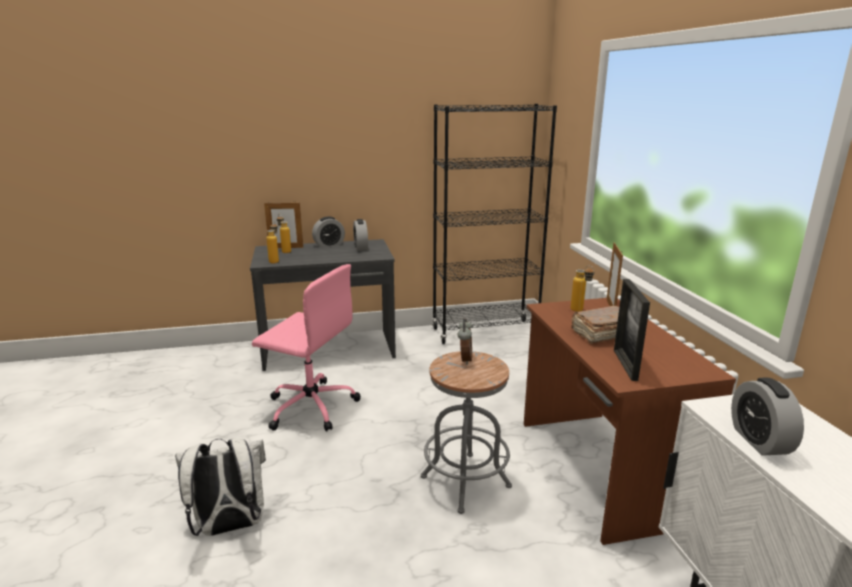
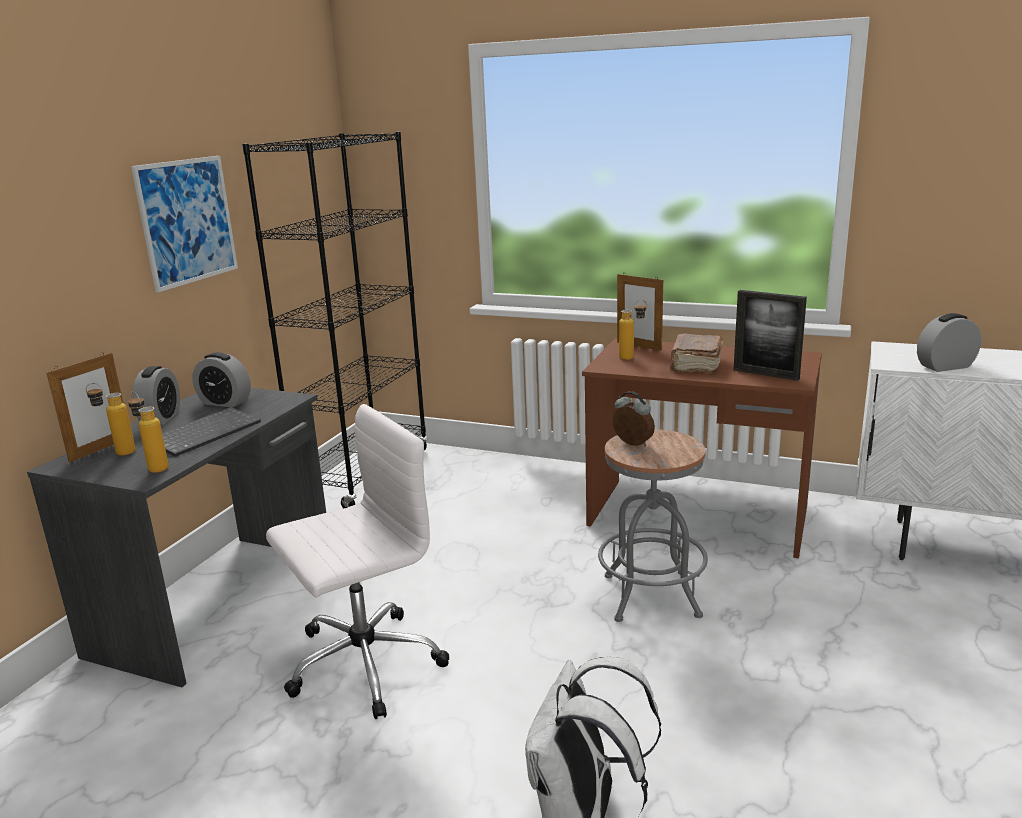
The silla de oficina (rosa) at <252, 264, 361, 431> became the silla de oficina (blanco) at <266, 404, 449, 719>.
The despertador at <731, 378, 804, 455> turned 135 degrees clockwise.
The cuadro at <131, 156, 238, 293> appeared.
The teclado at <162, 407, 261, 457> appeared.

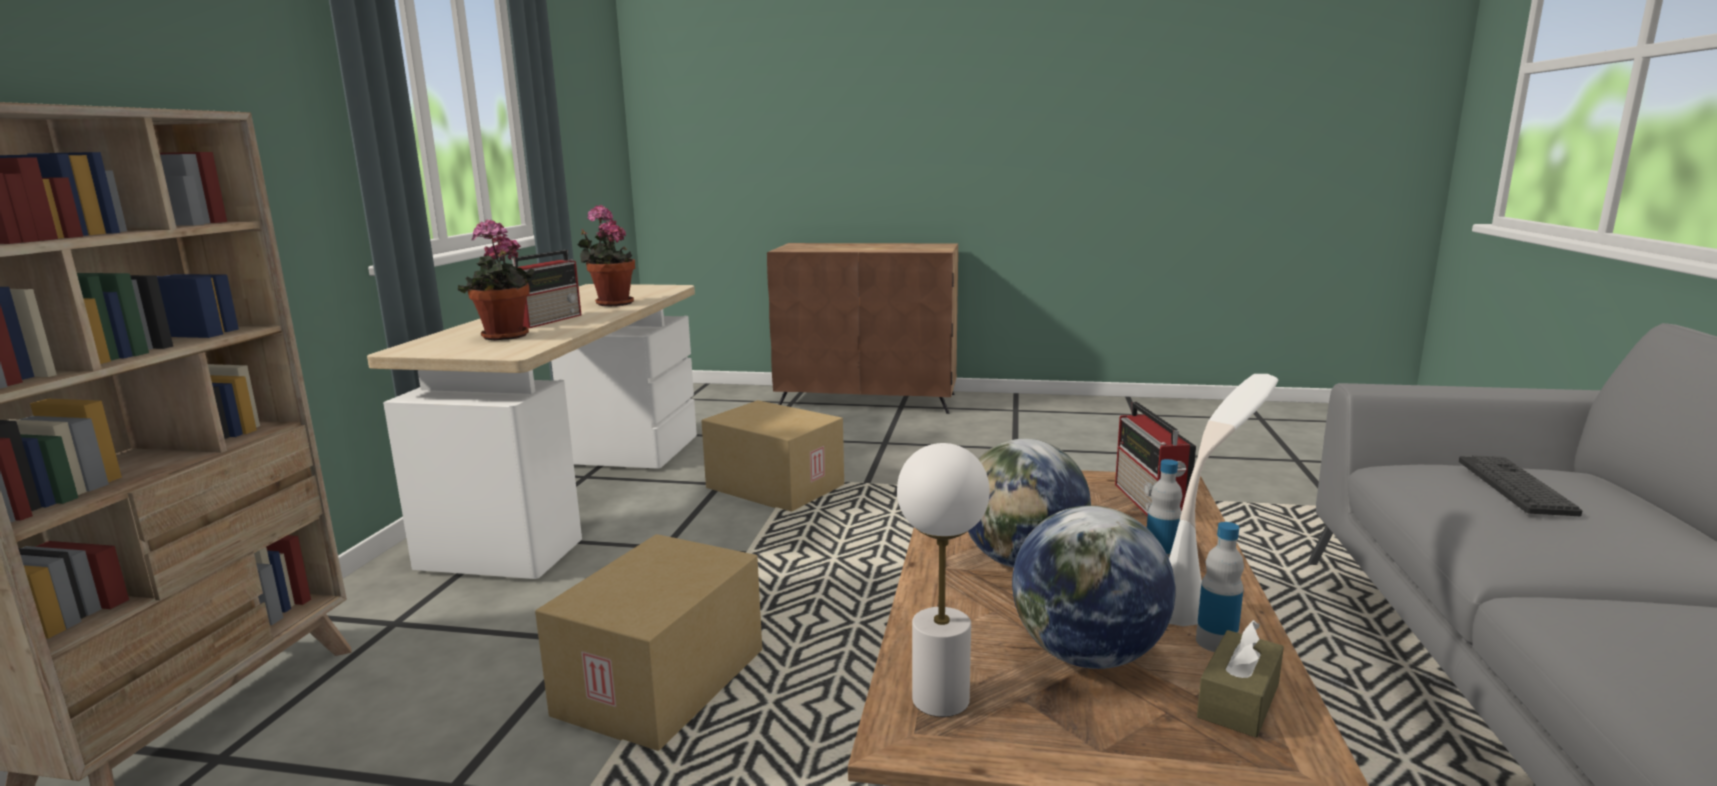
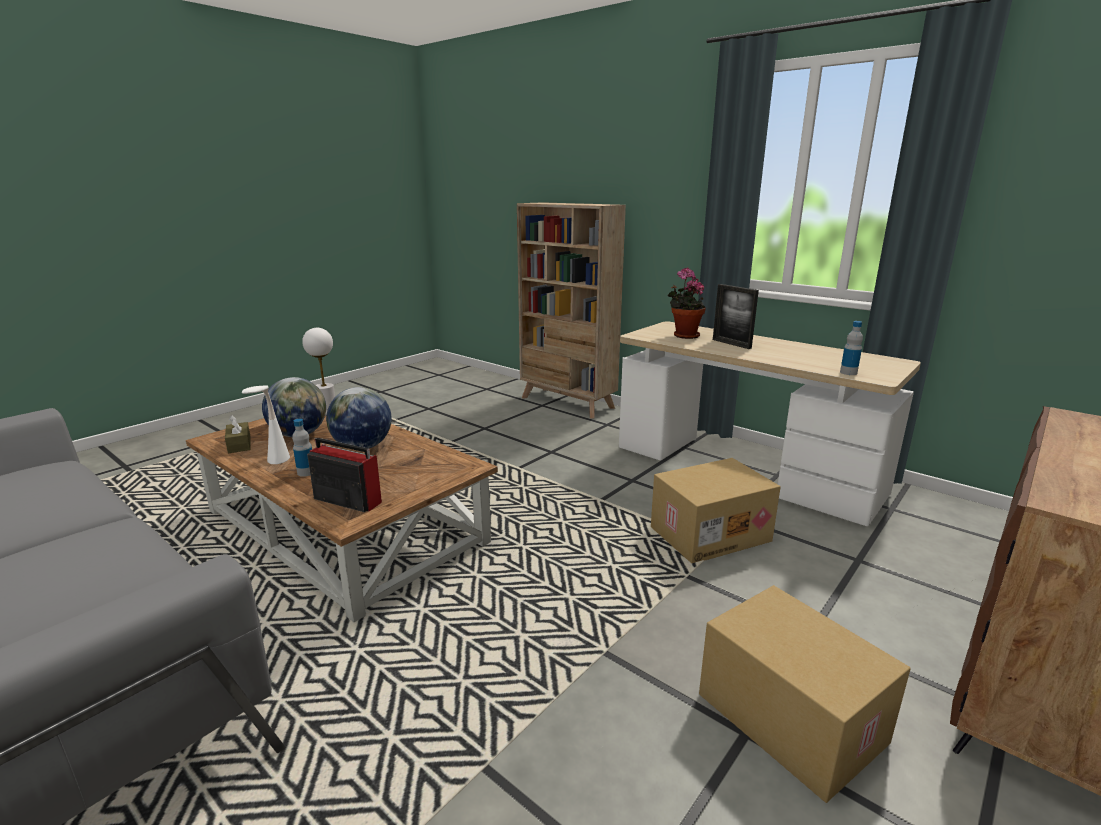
The planta en maceta at <578, 205, 635, 306> disappeared.
The radio at <512, 250, 581, 328> was replaced by the portarretratos at <713, 284, 759, 349>.
The teclado at <1459, 455, 1583, 516> disappeared.
The botella moved from <1196, 522, 1244, 652> to <840, 321, 863, 375>.
The caja de cartón moved from <535, 534, 762, 751> to <699, 585, 911, 803>.

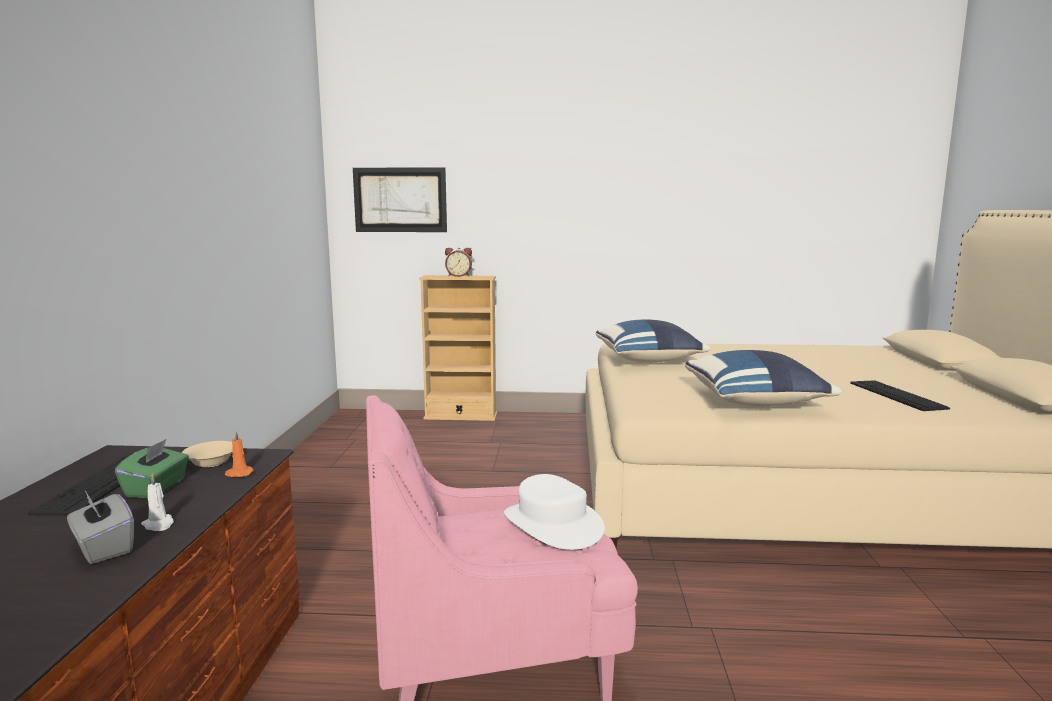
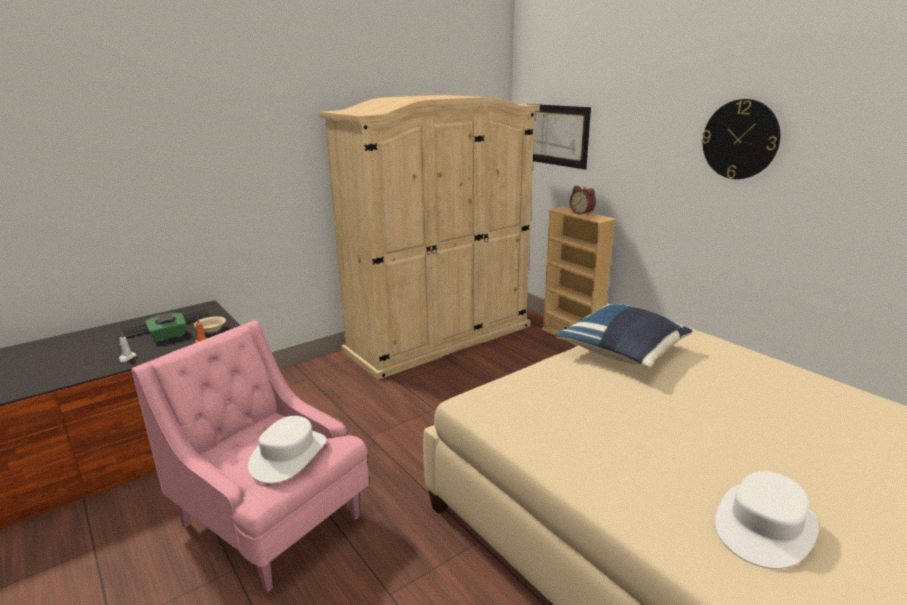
The cojín (azul) at <685, 350, 842, 406> disappeared.
The teclado at <850, 380, 950, 411> was replaced by the sombrero (blanco) at <715, 471, 819, 569>.
The caja de pañuelos (gris) at <67, 491, 134, 564> disappeared.
The armario ropero (beis) at <319, 95, 540, 380> appeared.
The reloj de pared at <702, 99, 780, 179> appeared.

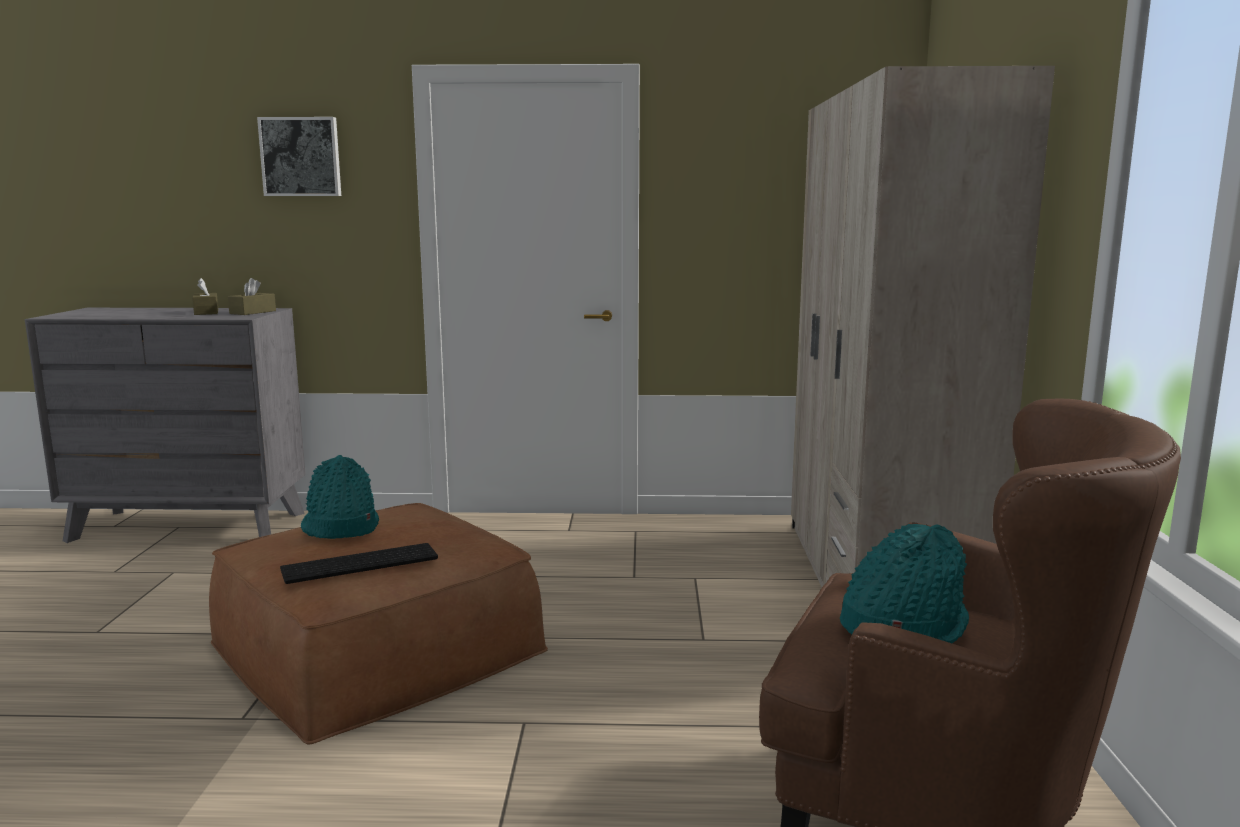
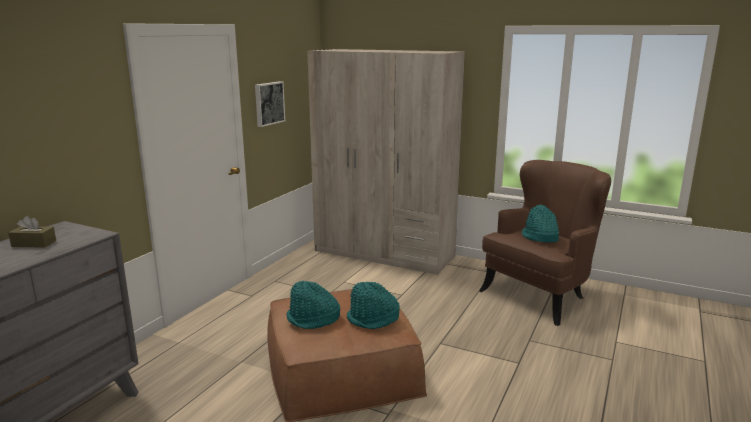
The cuadro moved from <257, 117, 341, 196> to <255, 81, 285, 127>.
The caja de pañuelos (marrón) at <228, 278, 276, 315> disappeared.
The teclado at <280, 543, 438, 584> was replaced by the sombrero (turquesa) at <347, 282, 400, 329>.

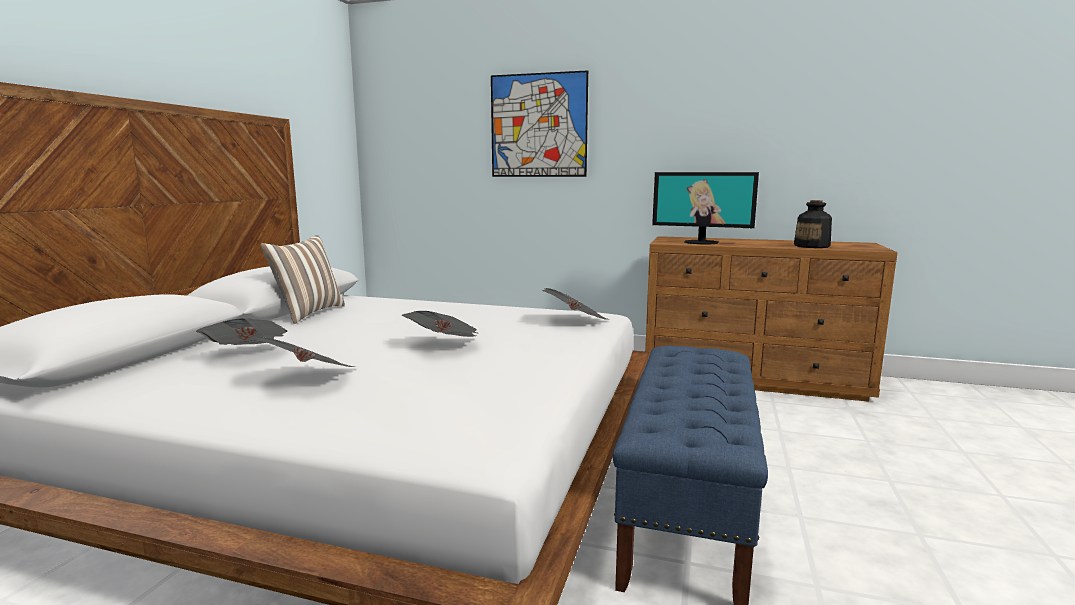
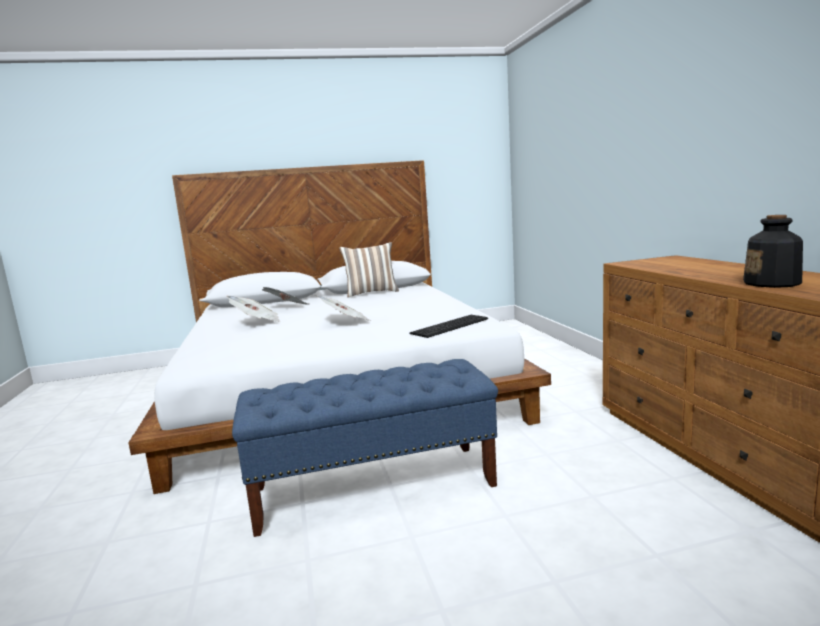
The cuadro at <491, 70, 588, 177> disappeared.
The monitor at <652, 172, 759, 244> disappeared.
The periódico at <542, 288, 609, 320> was replaced by the teclado at <410, 315, 488, 338>.

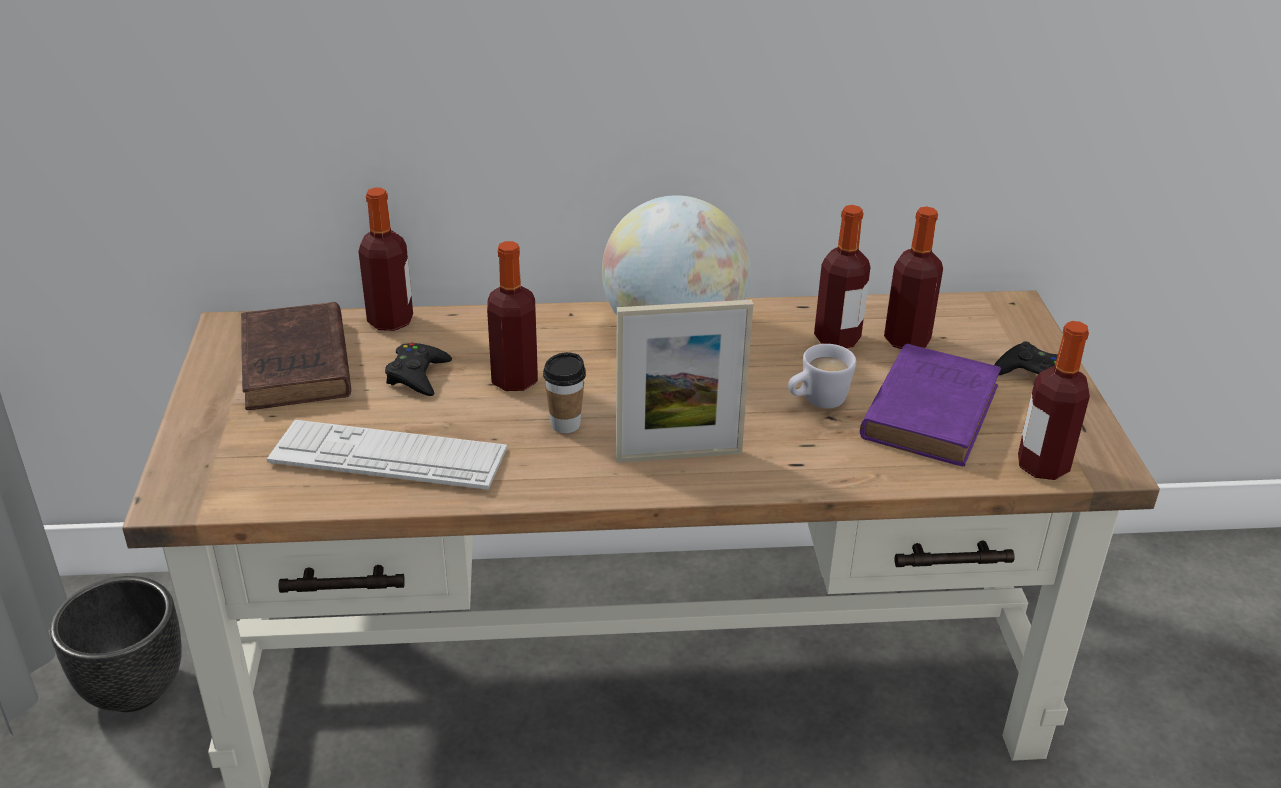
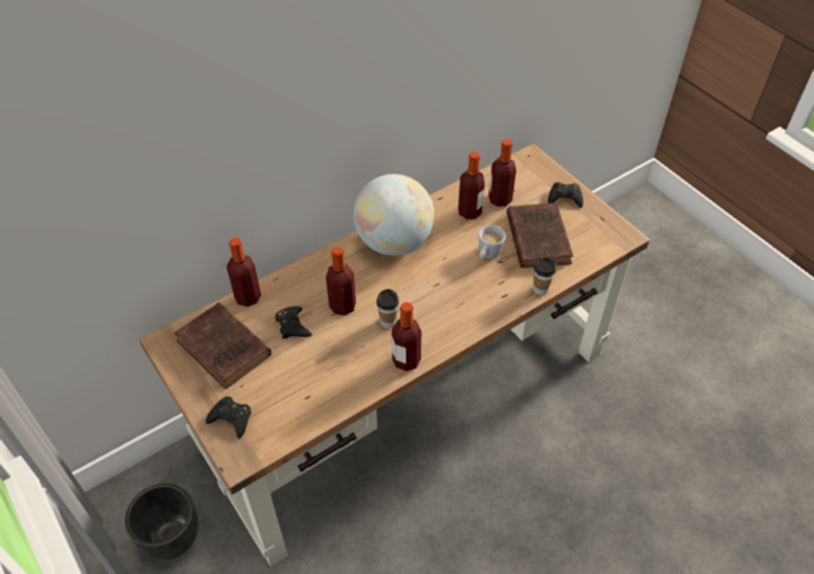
The portarretratos at <616, 300, 753, 463> disappeared.
The botella moved from <1018, 321, 1090, 480> to <392, 302, 421, 371>.
The libro (morado) at <860, 344, 1001, 466> became the libro (marrón) at <507, 203, 573, 268>.
The teclado at <267, 420, 507, 490> disappeared.
The taza at <533, 257, 556, 295> appeared.
The mando de consola (negro) at <206, 396, 251, 439> appeared.

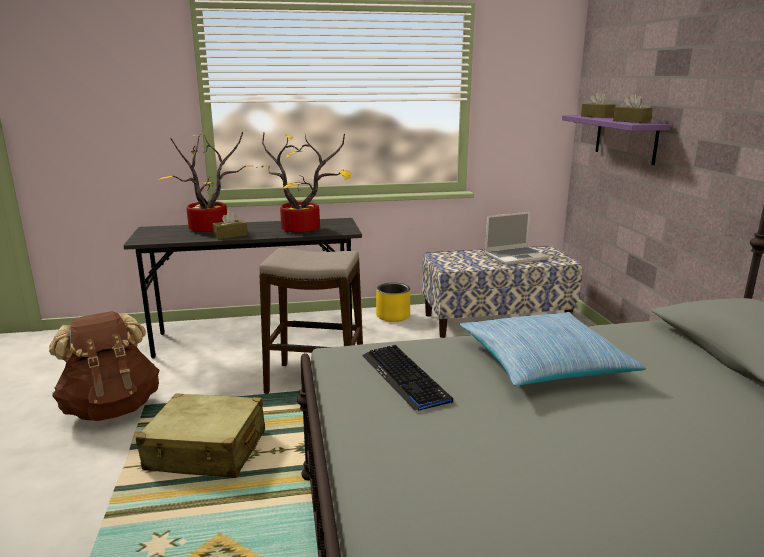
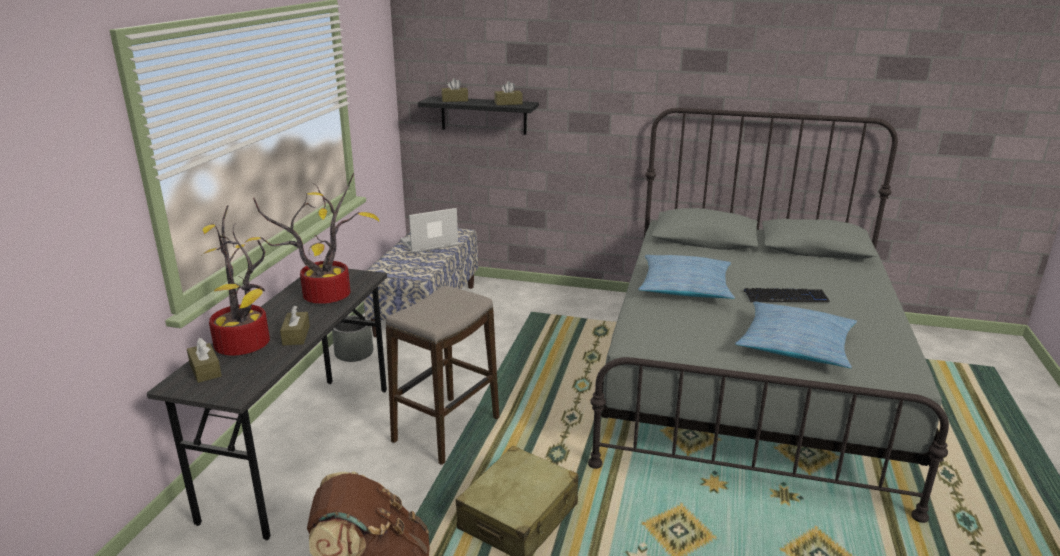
The estante (morado) at <562, 115, 671, 165> became the estante (negro) at <418, 96, 539, 135>.
The portátil at <485, 212, 549, 265> turned 120 degrees counterclockwise.
The maceta (amarillo) at <376, 283, 410, 322> became the maceta (gris) at <332, 315, 373, 362>.
The teclado moved from <362, 345, 453, 410> to <744, 288, 830, 302>.
The cojín at <735, 302, 857, 368> appeared.
The caja de pañuelos (marrón) at <187, 338, 222, 383> appeared.

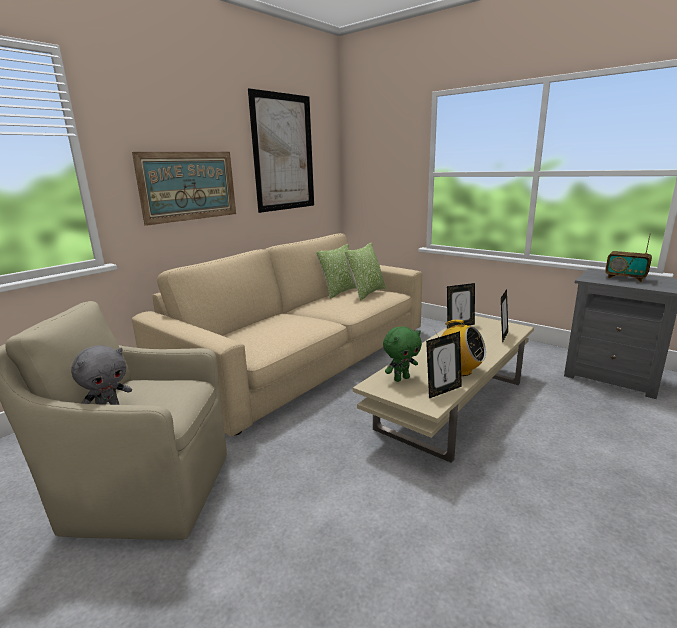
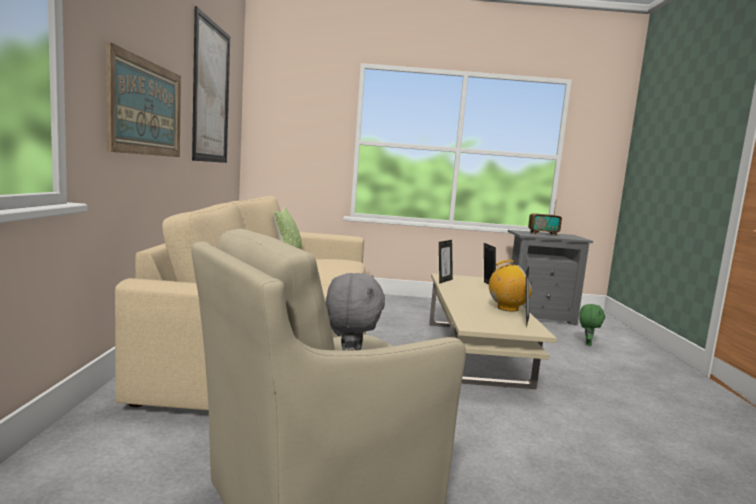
The cojín at <344, 242, 386, 301> disappeared.
The peluche (verde) moved from <383, 326, 422, 382> to <579, 304, 605, 346>.

